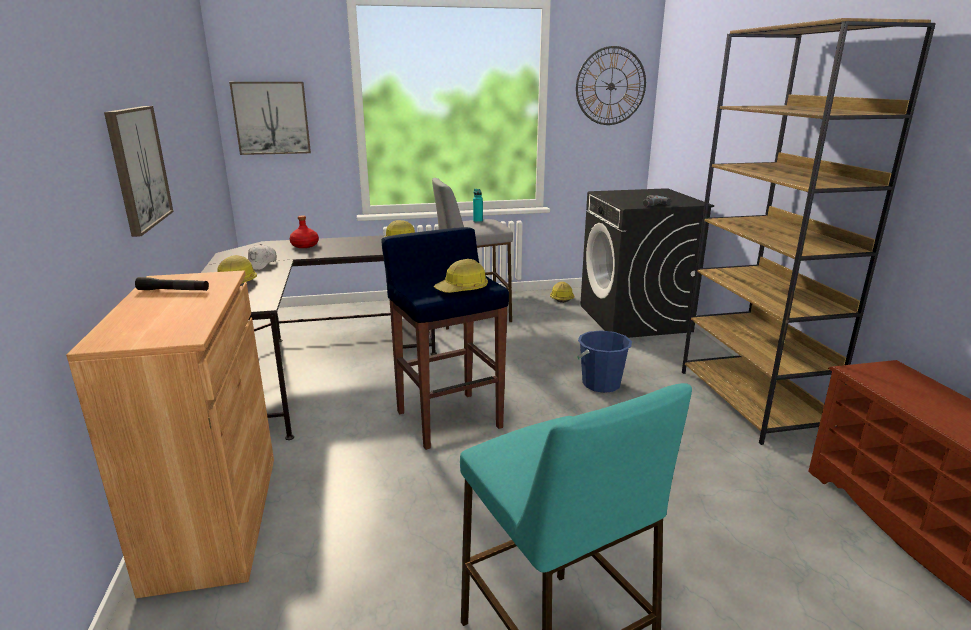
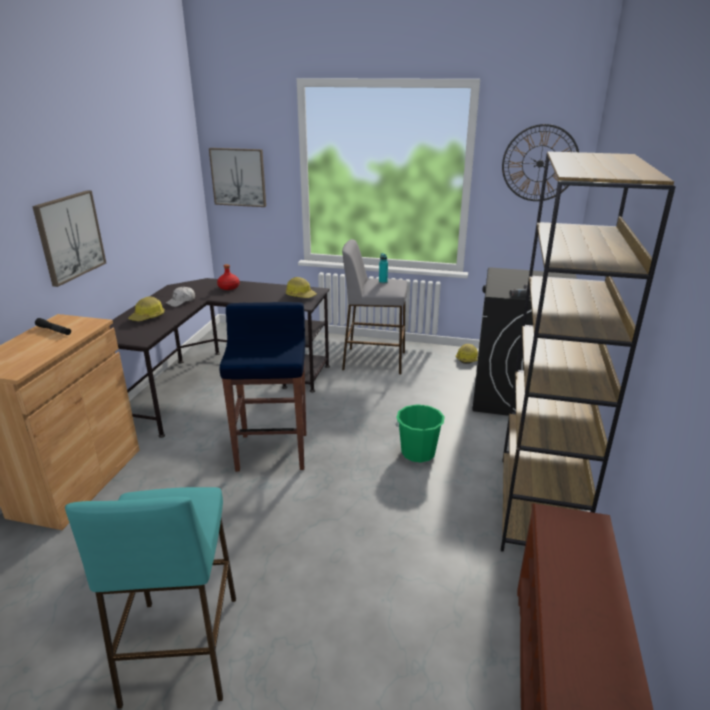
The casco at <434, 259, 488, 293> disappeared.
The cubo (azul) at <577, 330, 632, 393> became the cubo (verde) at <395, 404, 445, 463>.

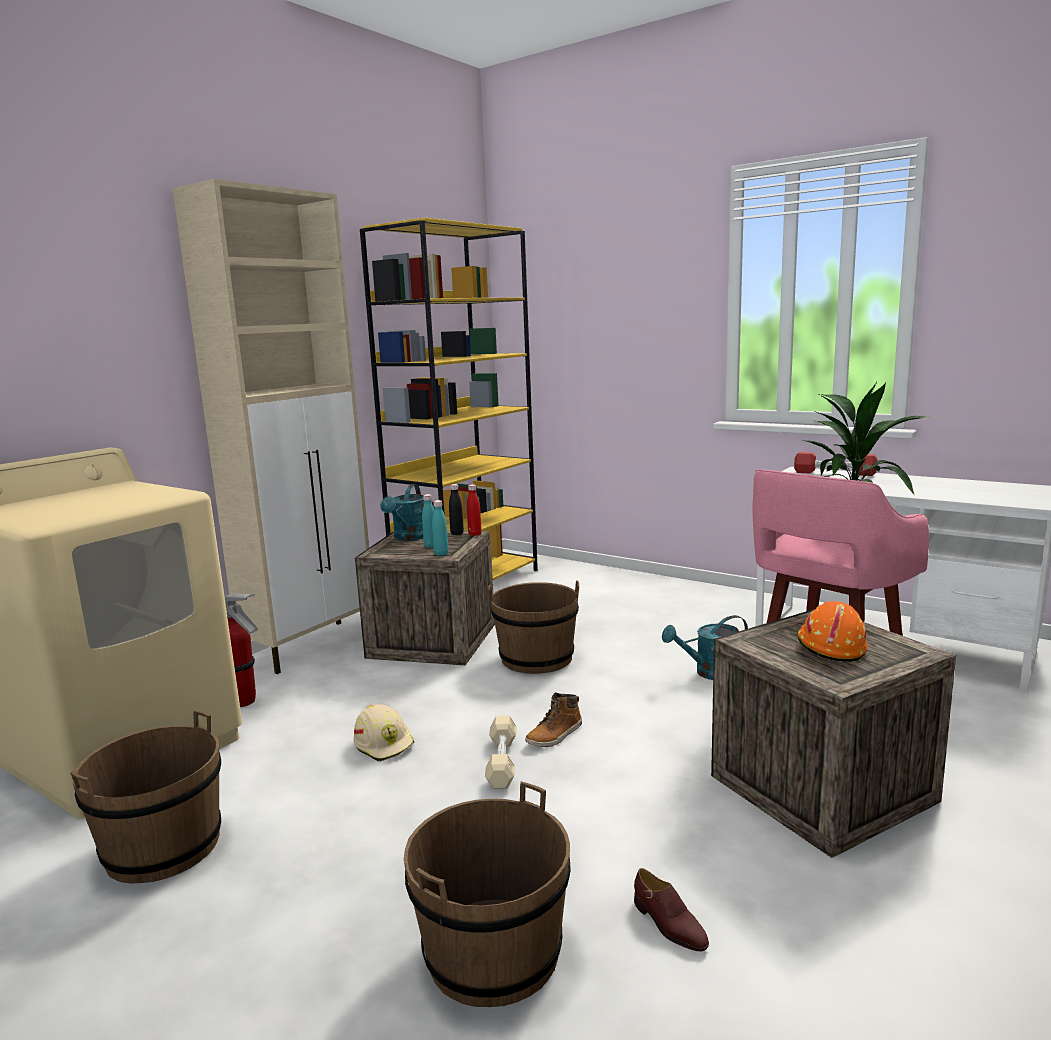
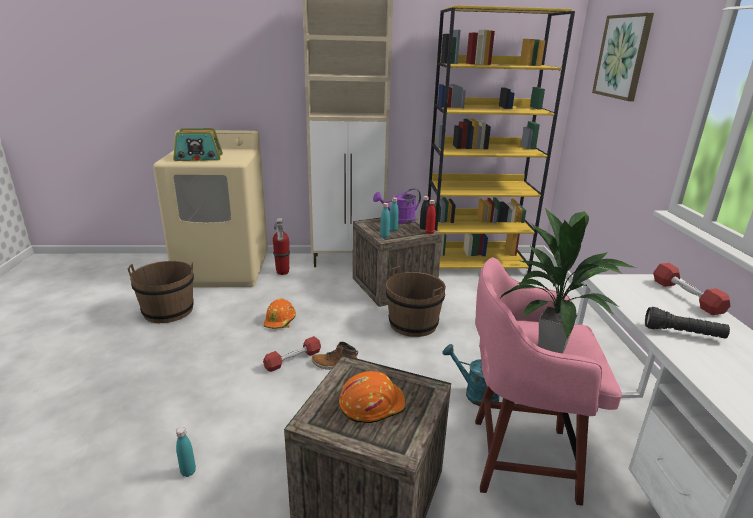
The regadera (turquesa) at <380, 484, 424, 541> became the regadera (morado) at <373, 188, 421, 224>.
The casco (beis) at <353, 704, 414, 762> became the casco (naranja) at <264, 298, 296, 329>.
The mancuerna (beis) at <485, 715, 517, 789> became the mancuerna (rojo) at <263, 336, 321, 372>.
The cubo (marrón) at <404, 781, 571, 1007> disappeared.
The zapato (marrón) at <634, 868, 709, 952> was replaced by the botella (turquesa) at <176, 427, 196, 477>.
The cuadro at <592, 12, 654, 101> appeared.
The radio at <173, 128, 223, 161> appeared.
The linterna (negro) at <645, 307, 730, 339> appeared.

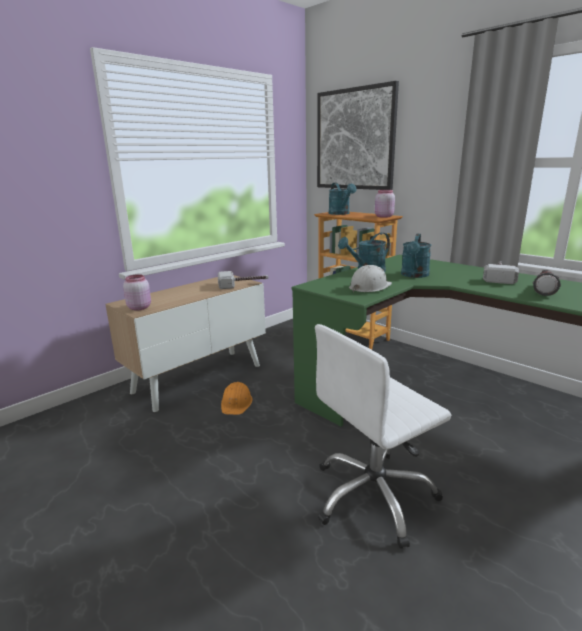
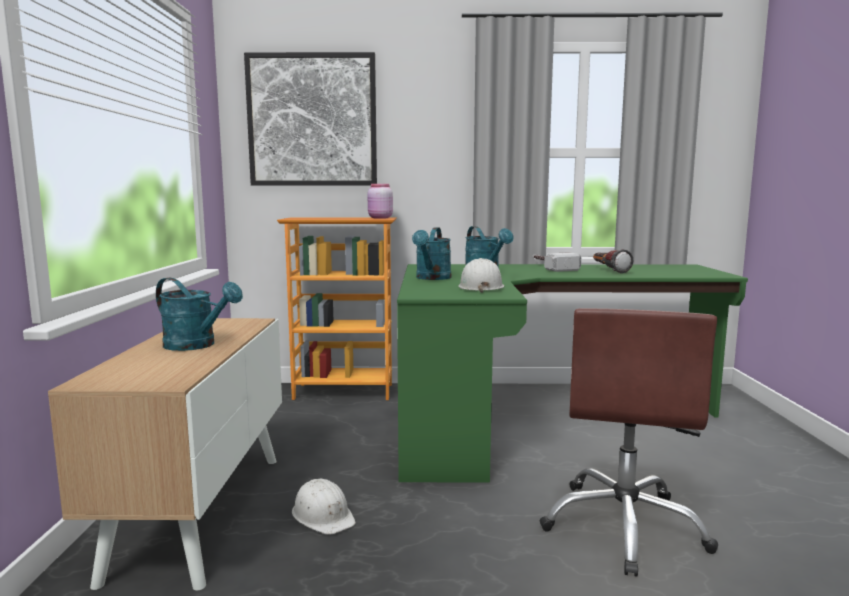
The regadera (turquesa) moved from <329, 183, 356, 215> to <156, 278, 243, 351>.
The martillo at <218, 271, 268, 289> disappeared.
The tarro (rosa) at <123, 274, 151, 310> disappeared.
The silla de oficina (blanco) at <315, 324, 451, 549> became the silla de oficina (marrón) at <540, 308, 718, 577>.
The casco (naranja) at <221, 382, 252, 415> became the casco (blanco) at <292, 479, 356, 535>.

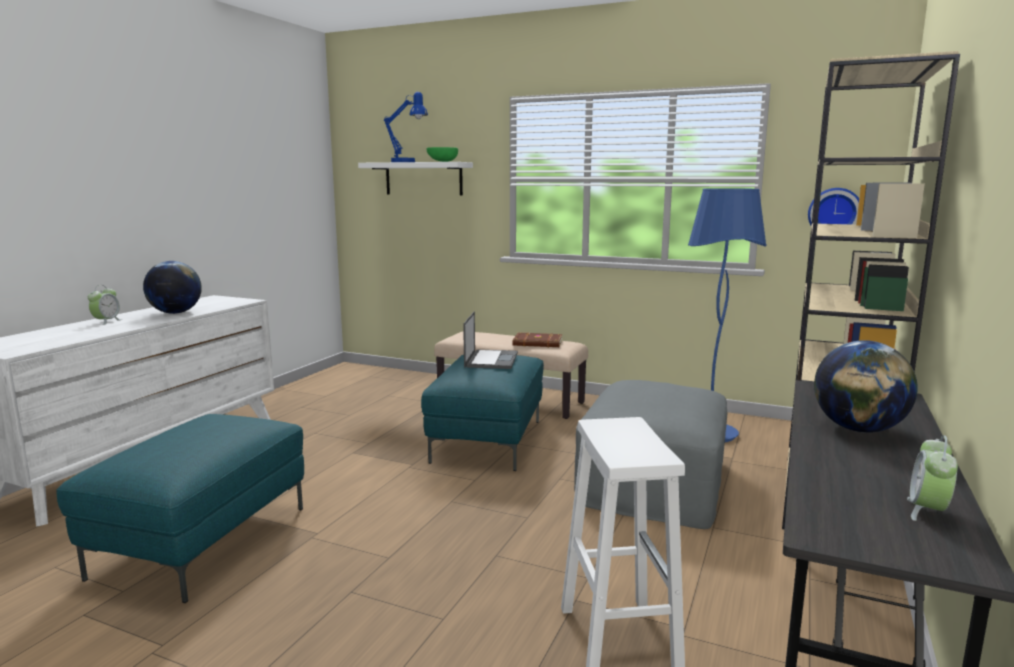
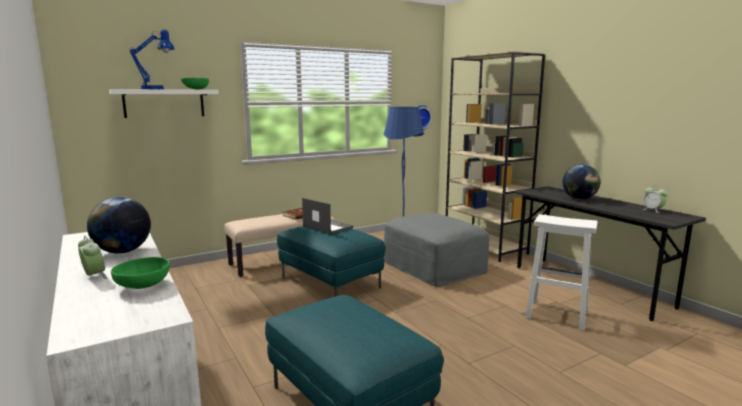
The cuenco (verde) at <111, 257, 170, 289> appeared.

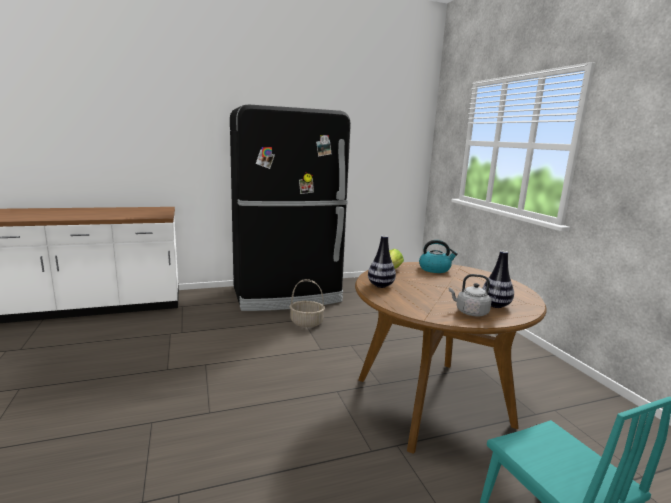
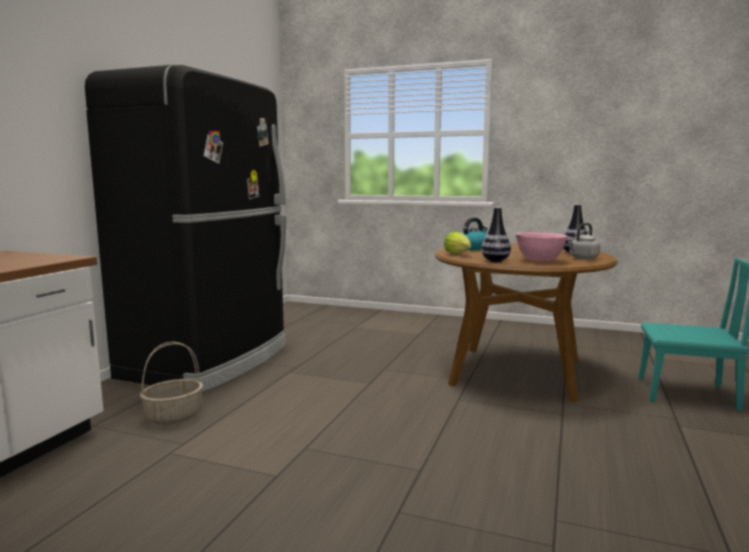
The cesta moved from <290, 279, 325, 327> to <140, 342, 203, 425>.
The cuenco (rosa) at <515, 232, 568, 262> appeared.

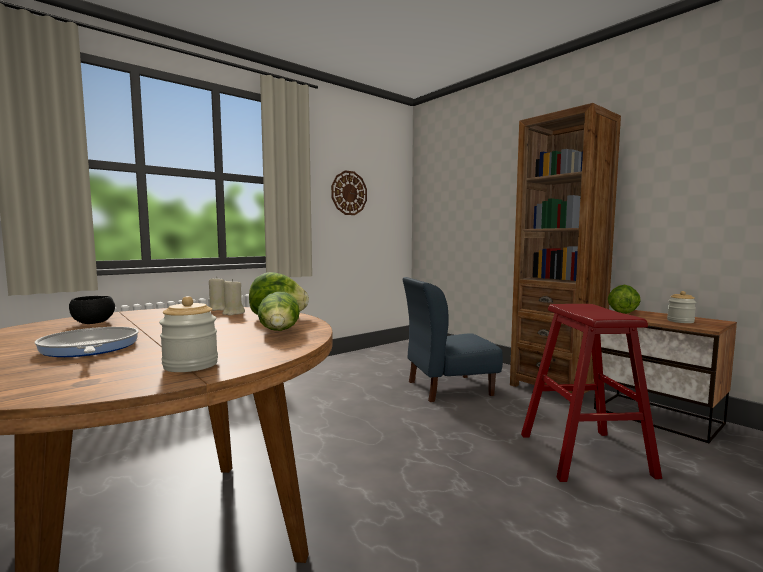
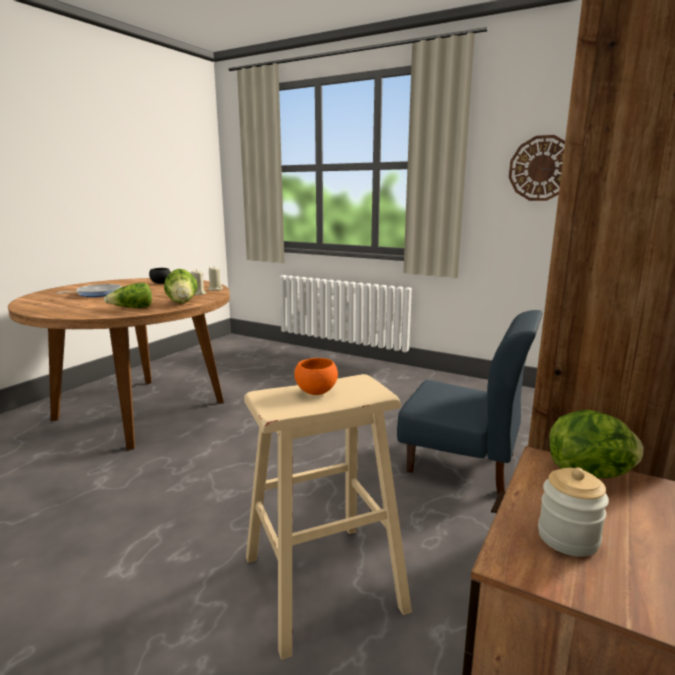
The silla (azul) at <403, 277, 503, 402> turned 150 degrees clockwise.
The tarro at <159, 296, 218, 372> disappeared.
The taburete (rojo) at <521, 304, 662, 482> became the taburete (beis) at <244, 374, 412, 660>.
The cuenco (naranja) at <294, 358, 338, 395> appeared.

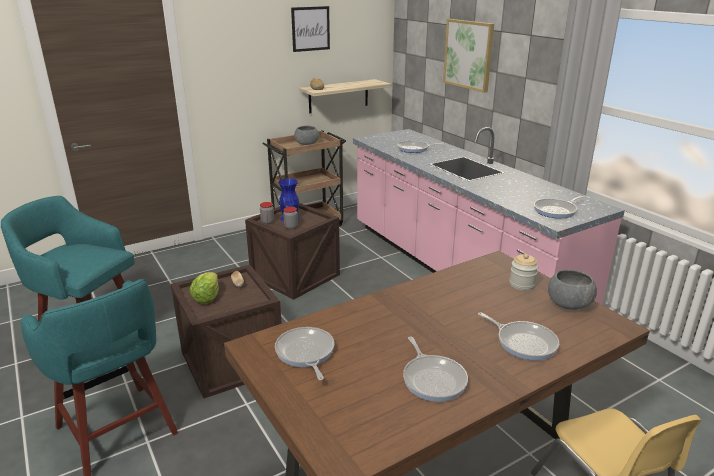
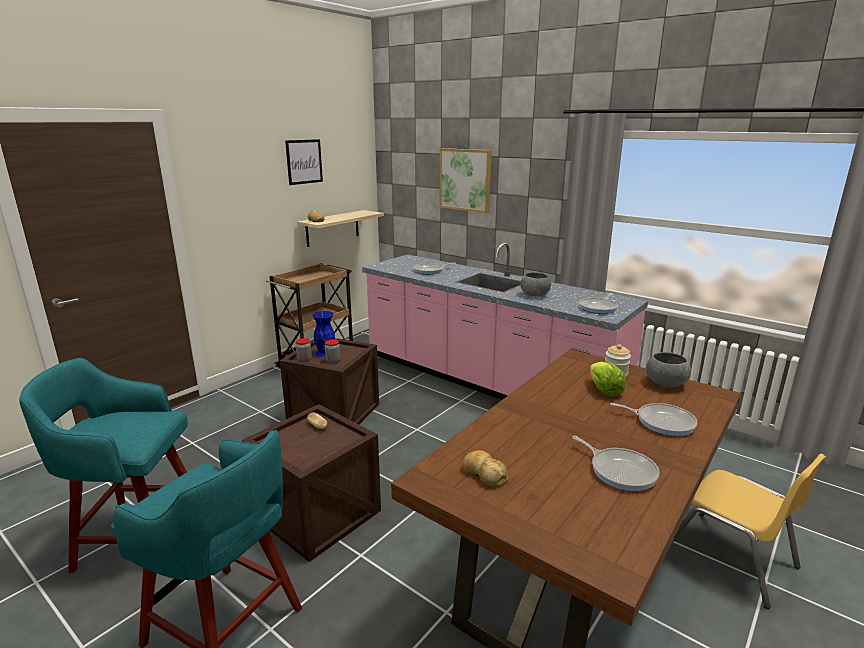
The cuenco (gris) moved from <294, 126, 319, 145> to <520, 272, 551, 296>.
The lechuga moved from <190, 272, 218, 304> to <590, 362, 626, 396>.
The sartén at <275, 327, 334, 380> was replaced by the pan at <463, 450, 509, 487>.

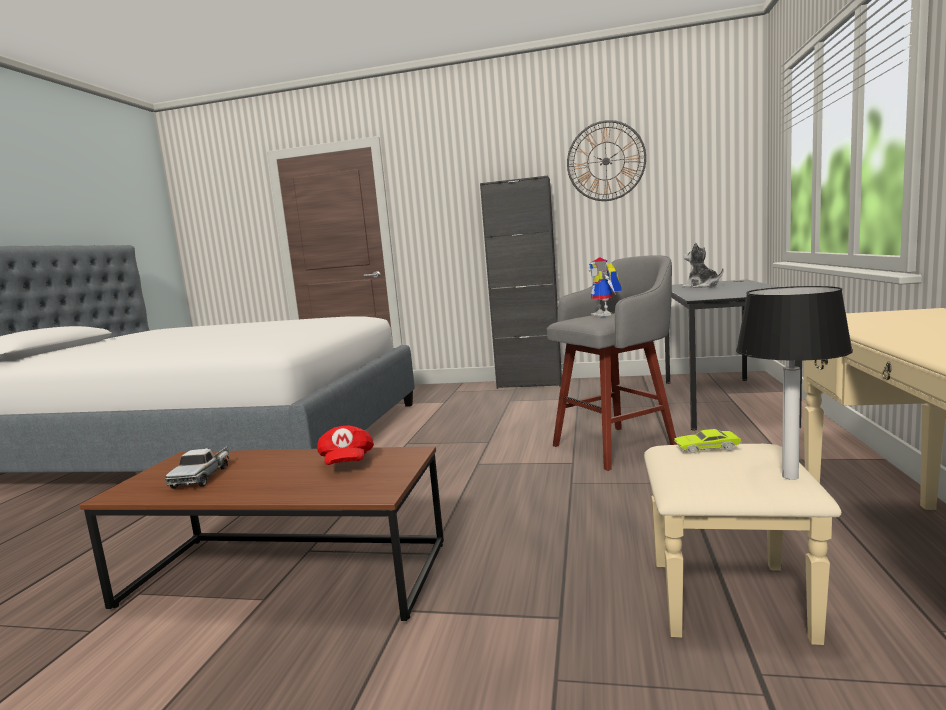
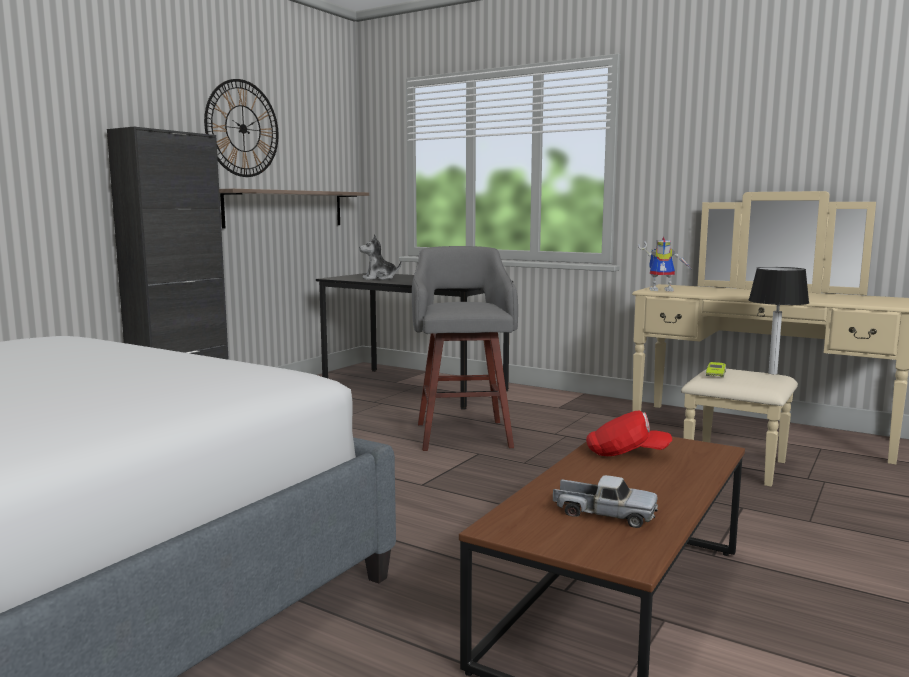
The robot de juguete moved from <588, 258, 622, 317> to <638, 237, 691, 291>.
The estante at <219, 189, 369, 228> appeared.

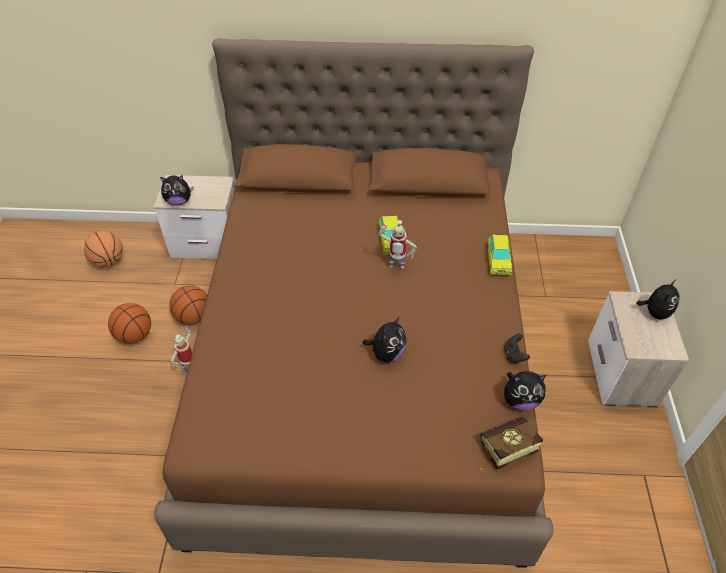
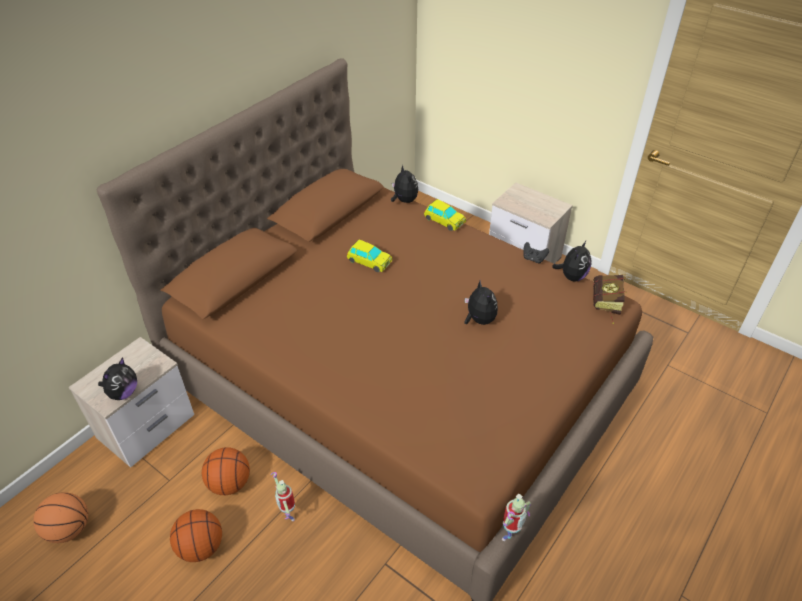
The robot de juguete moved from <378, 220, 417, 268> to <502, 493, 531, 541>.
The peluche moved from <636, 279, 679, 319> to <391, 165, 418, 203>.

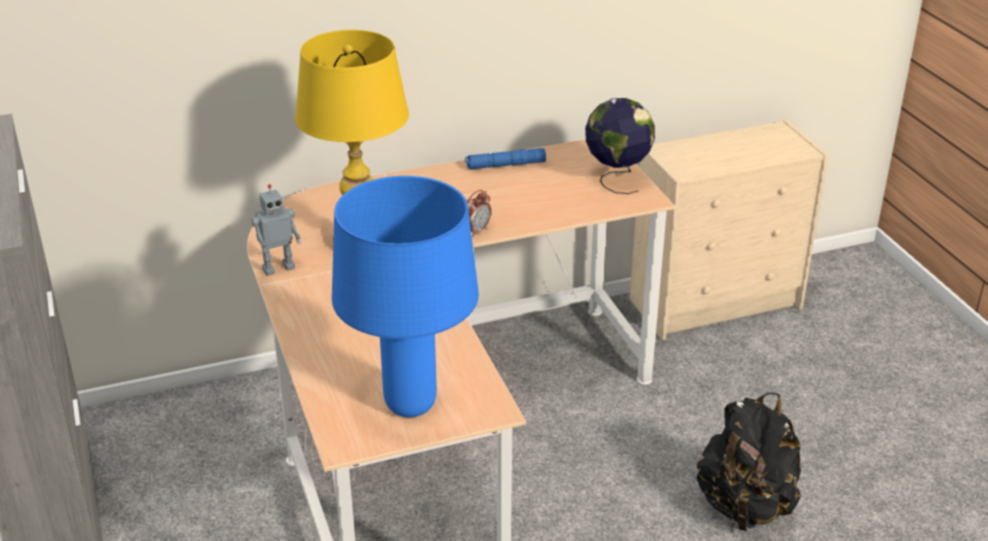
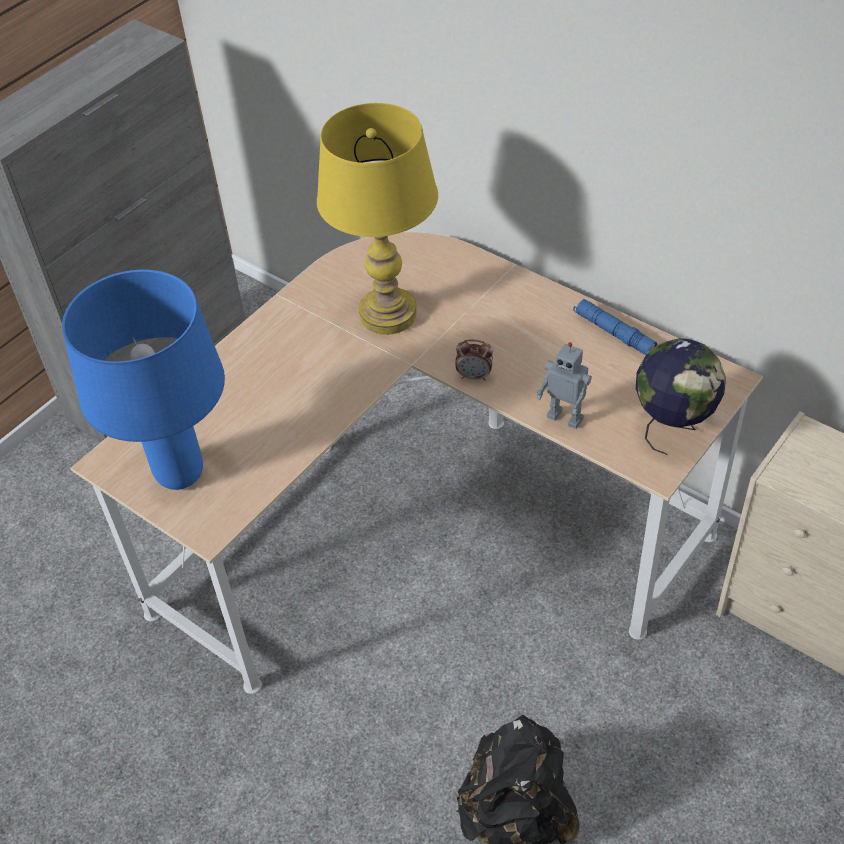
The robot de juguete moved from <251, 184, 301, 276> to <537, 342, 592, 429>.

